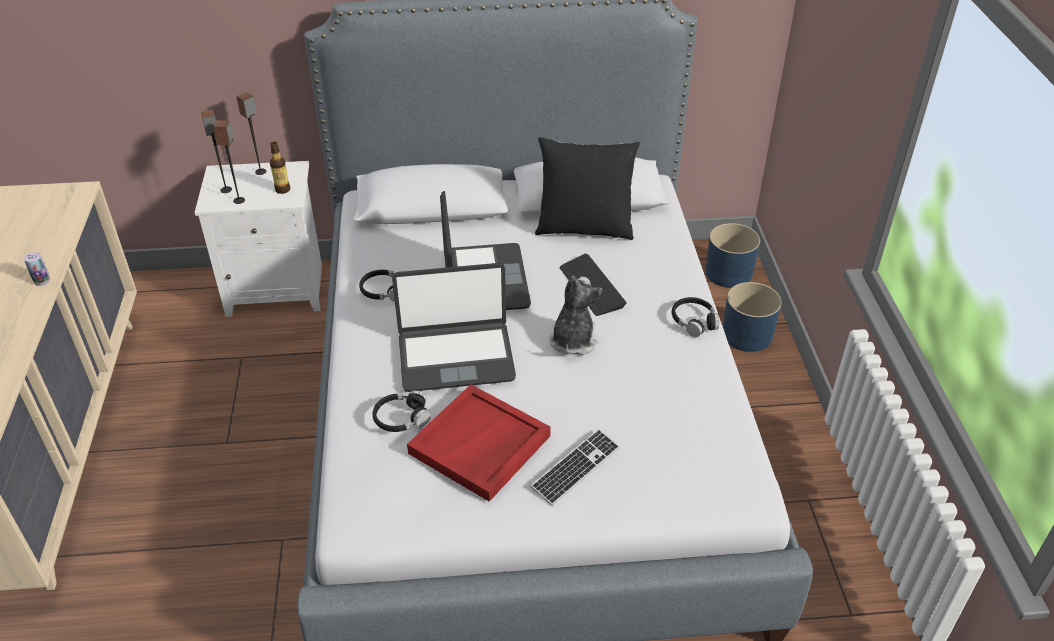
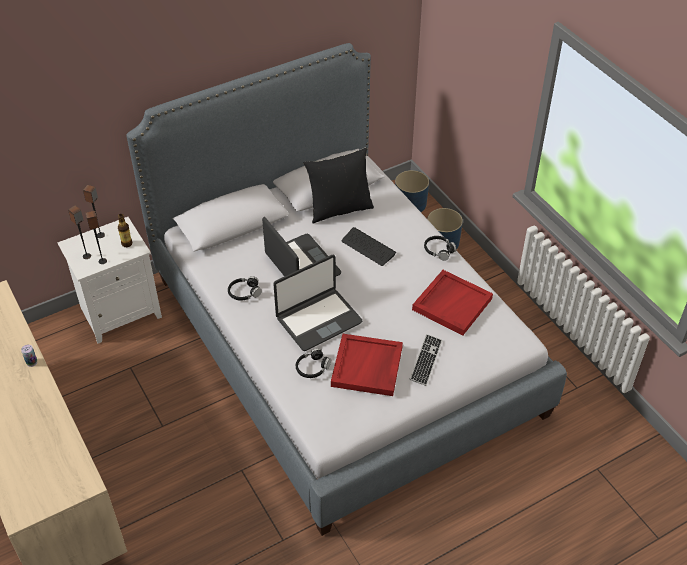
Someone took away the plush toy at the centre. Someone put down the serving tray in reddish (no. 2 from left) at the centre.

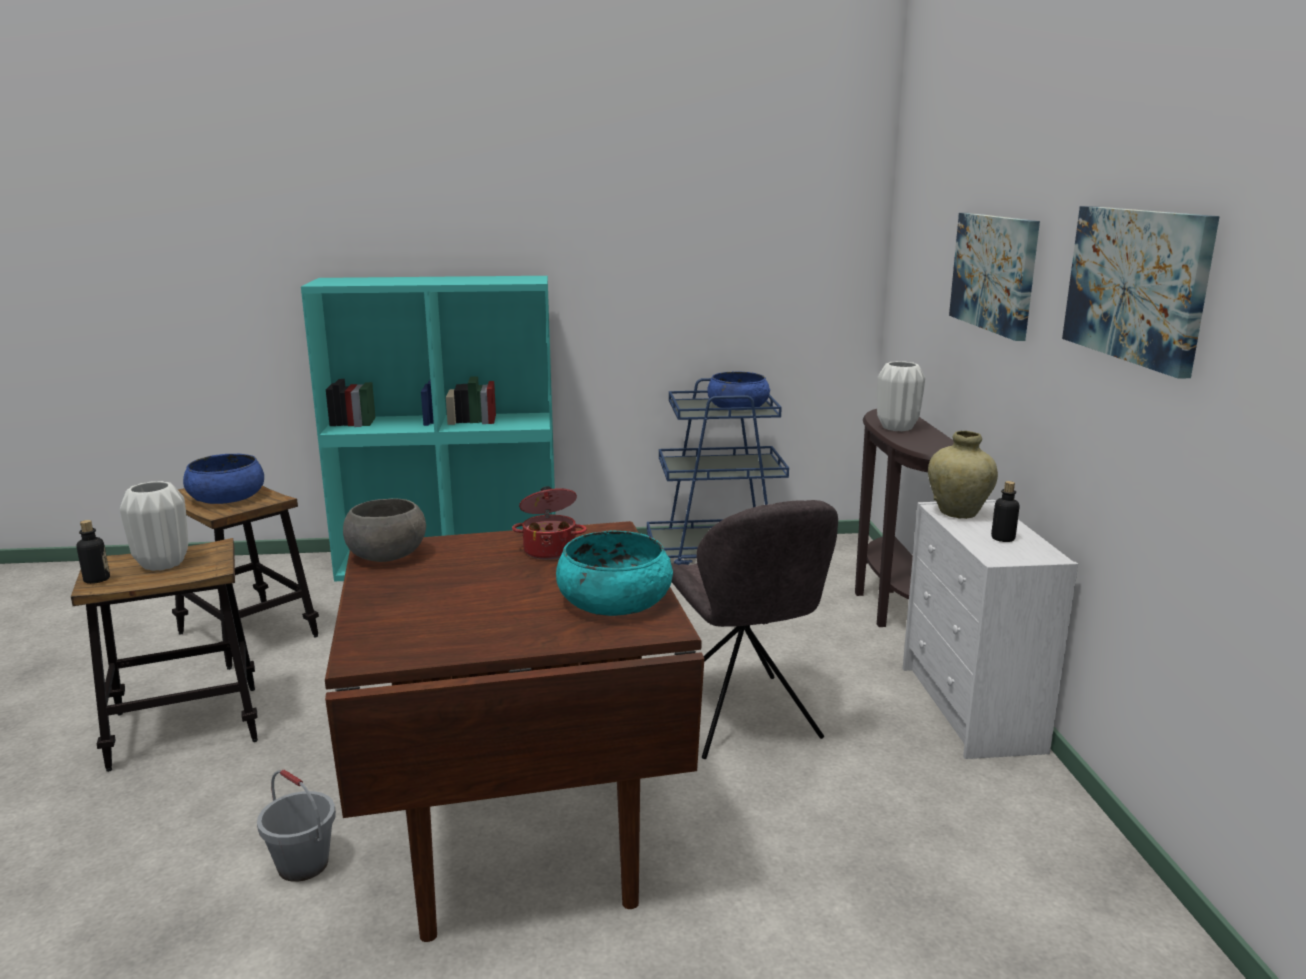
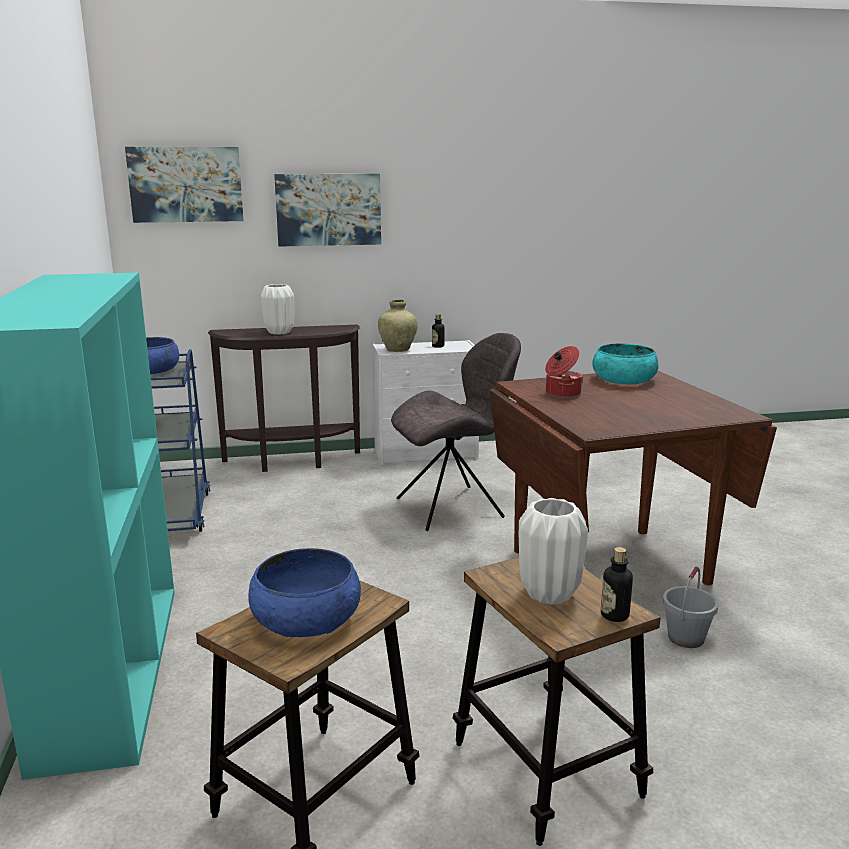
Someone took away the deep dish in greyish at the middle left. Someone carried the picture (no. 2 from left in the first image) from the top right to the top left.

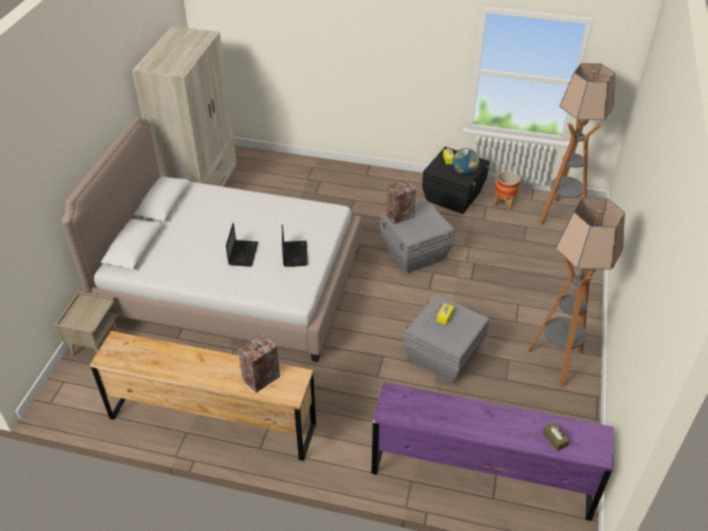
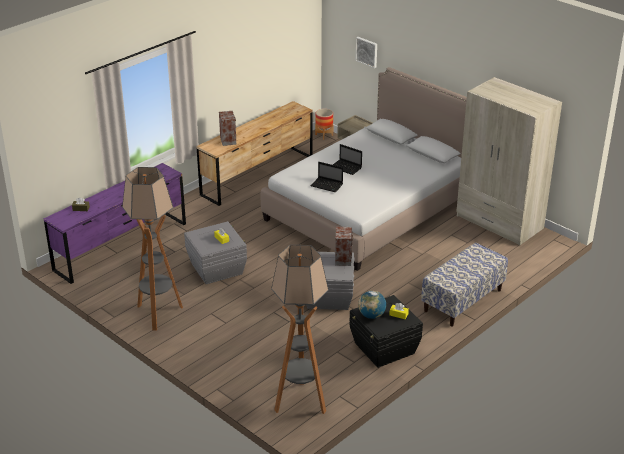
Someone put up the picture at the top centre. Someone put down the bench at the middle right. Someone carried the planter from the middle right to the top centre.

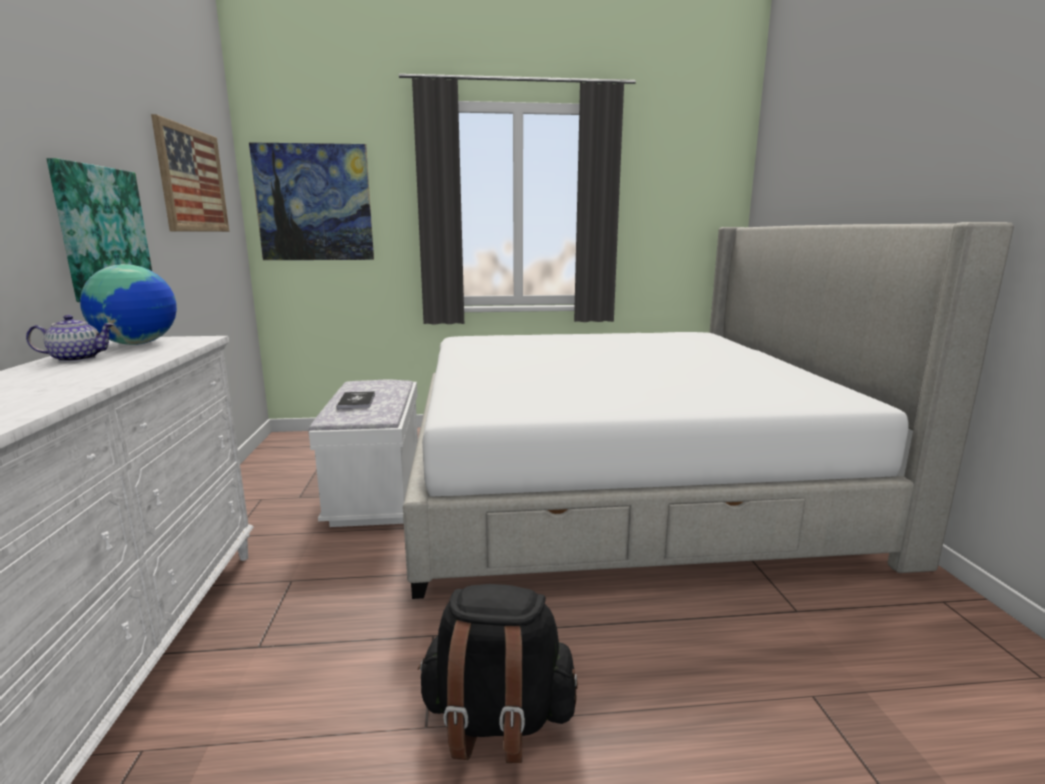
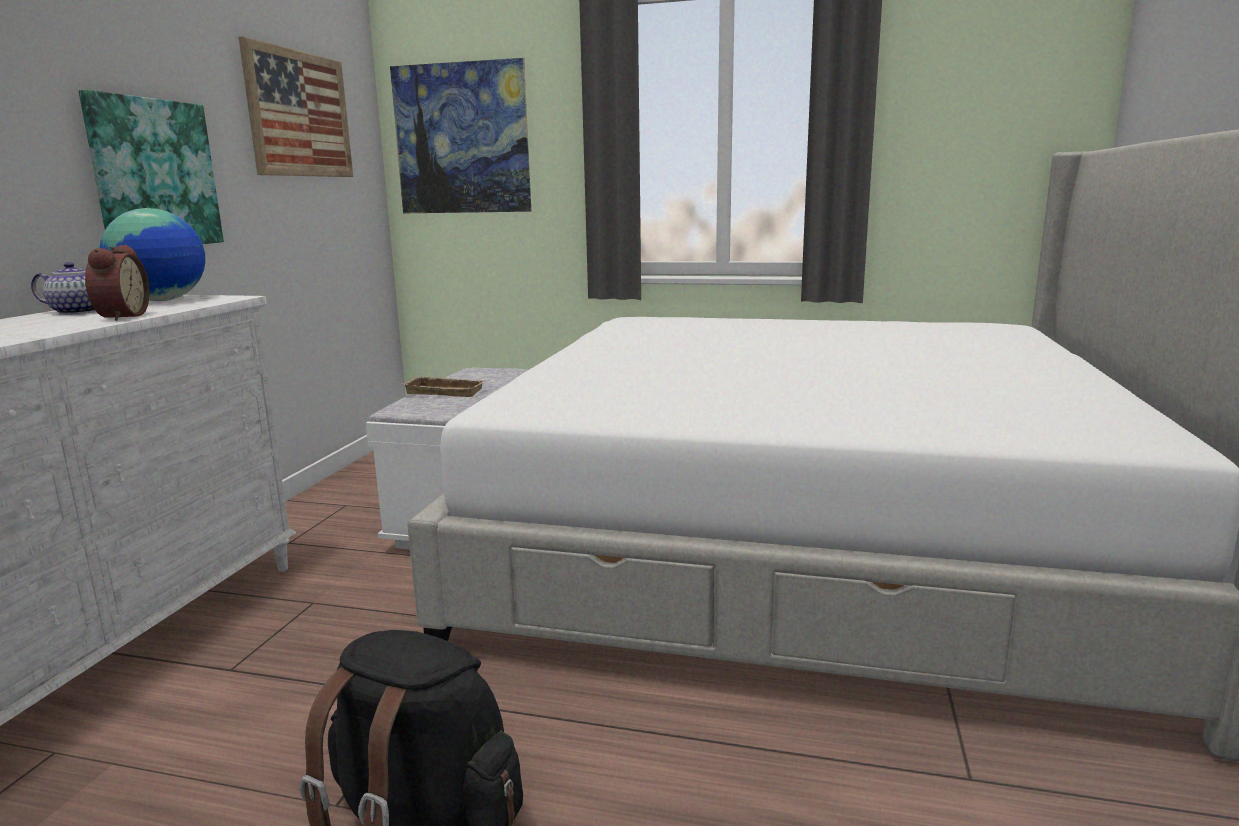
Someone put down the table clock at the middle left. Someone swapped the bound book at the centre for the serving tray in beige-coloured at the centre.

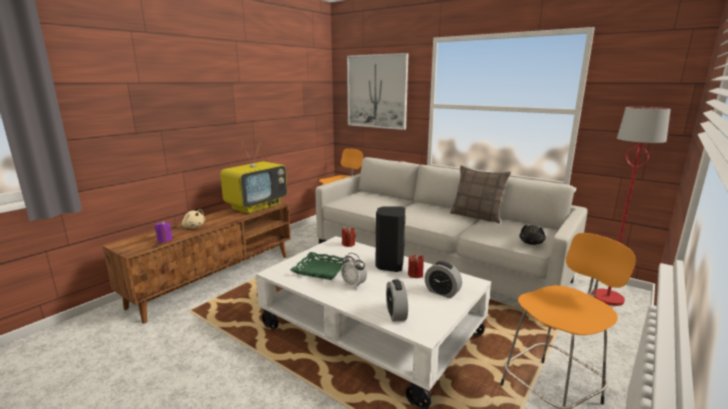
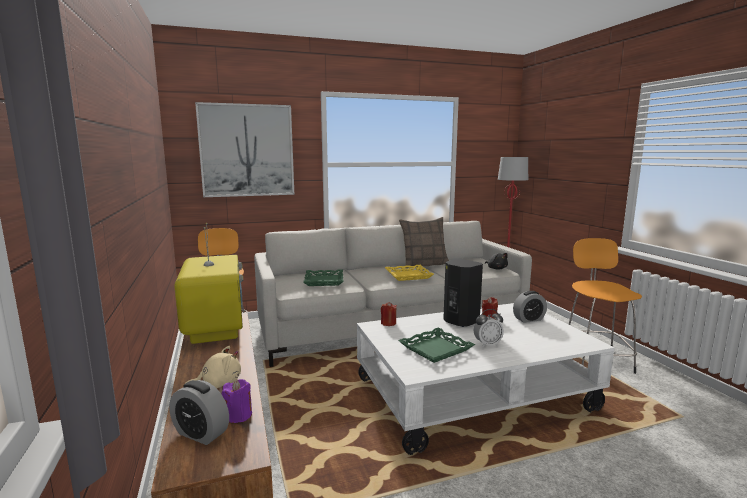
Someone put down the serving tray in green (no. 1 from left) at the centre. Someone put down the serving tray in yellow at the centre. Someone carried the table clock (no. 2 from left in the first image) from the bottom centre to the bottom left.

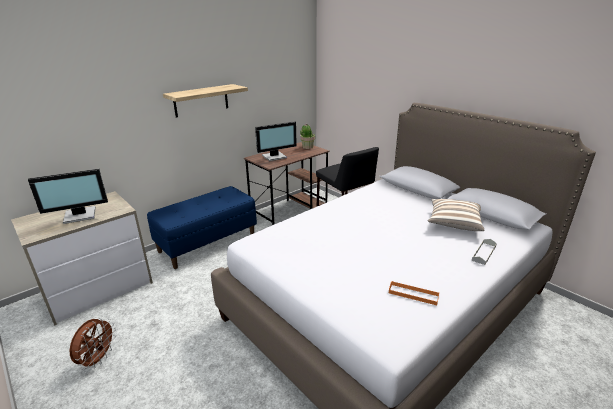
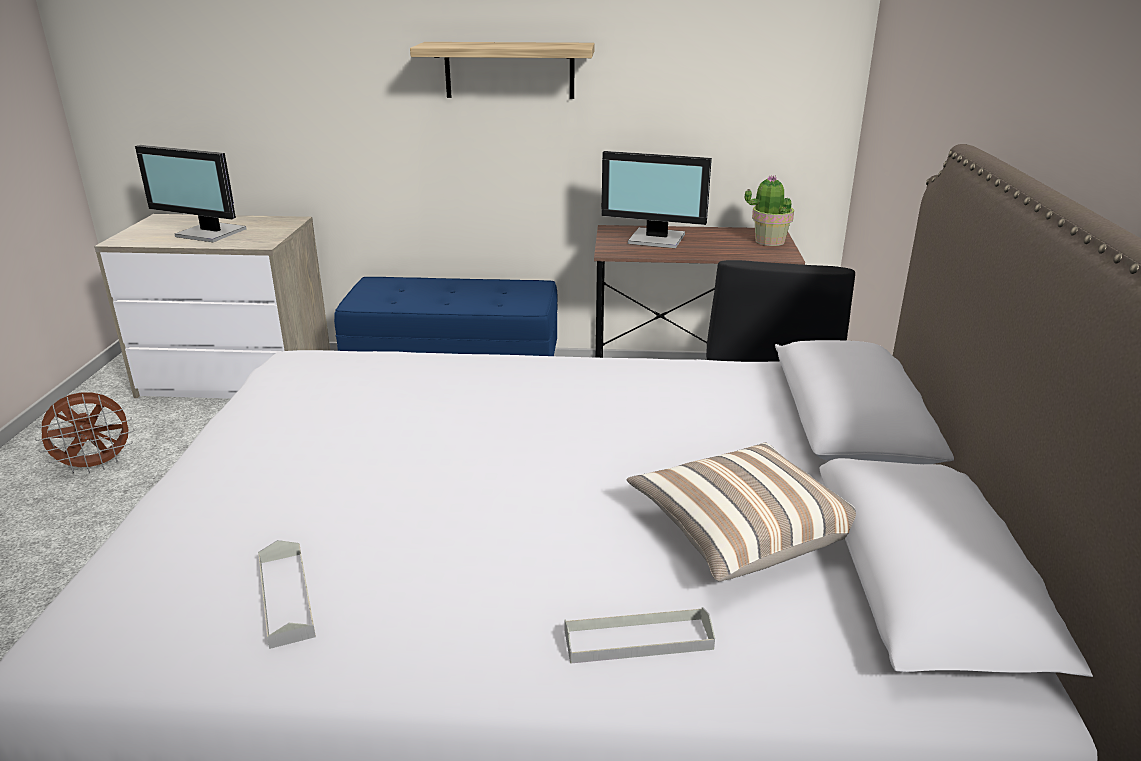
Someone repainted the serving tray in orange at the bottom right, which became the serving tray in greyish (no. 1 from left) at the bottom left.

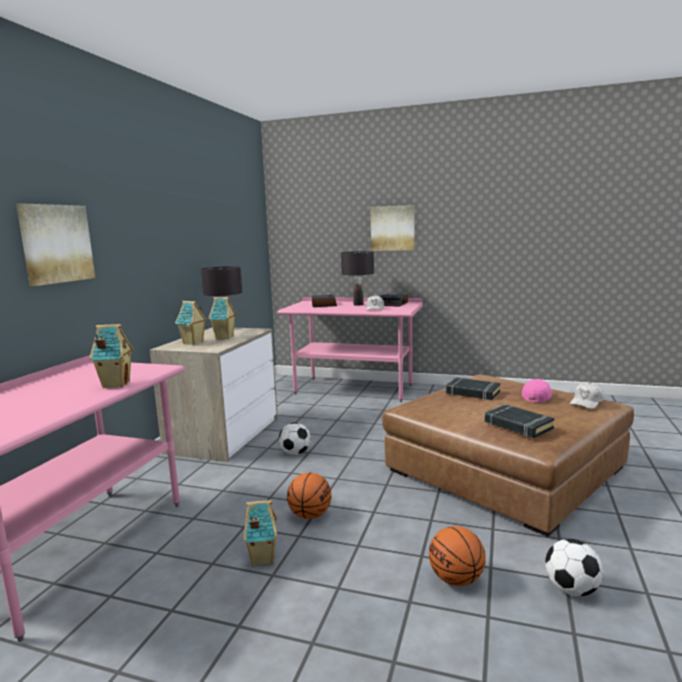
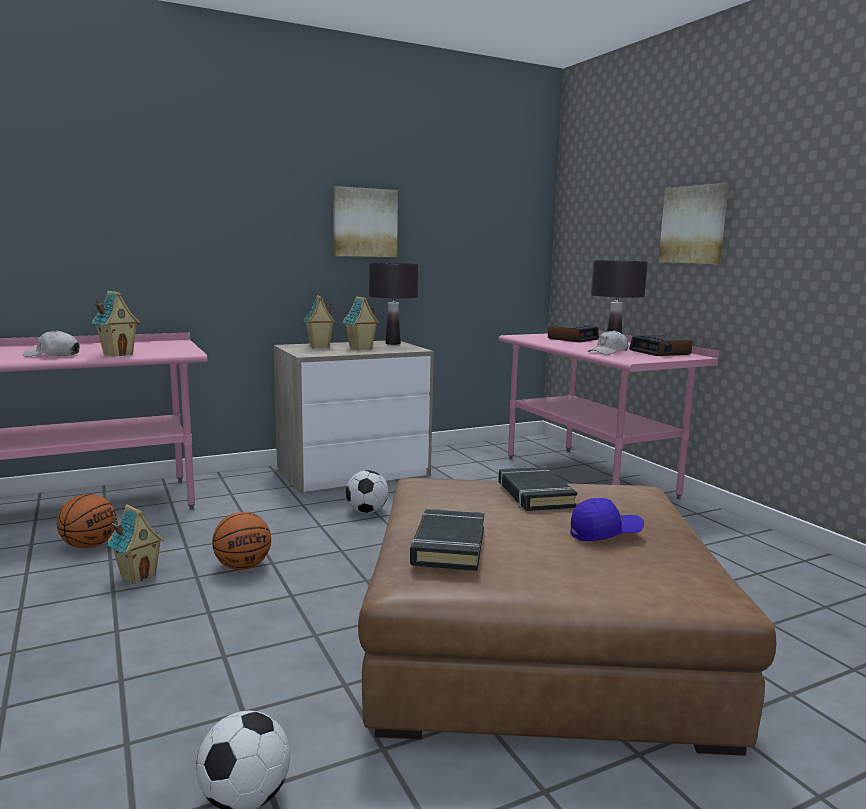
Someone carried the picture (no. 1 from left) from the middle left to the top centre. Someone carried the ball for basketball (no. 2 from left in the first image) from the bottom right to the middle left. Someone carried the peaked cap in white-coloured (no. 2 from left in the first image) from the middle right to the middle left. Someone repainted the peaked cap in pink-coloured at the middle right, which became the peaked cap in blue-coloured at the middle right.

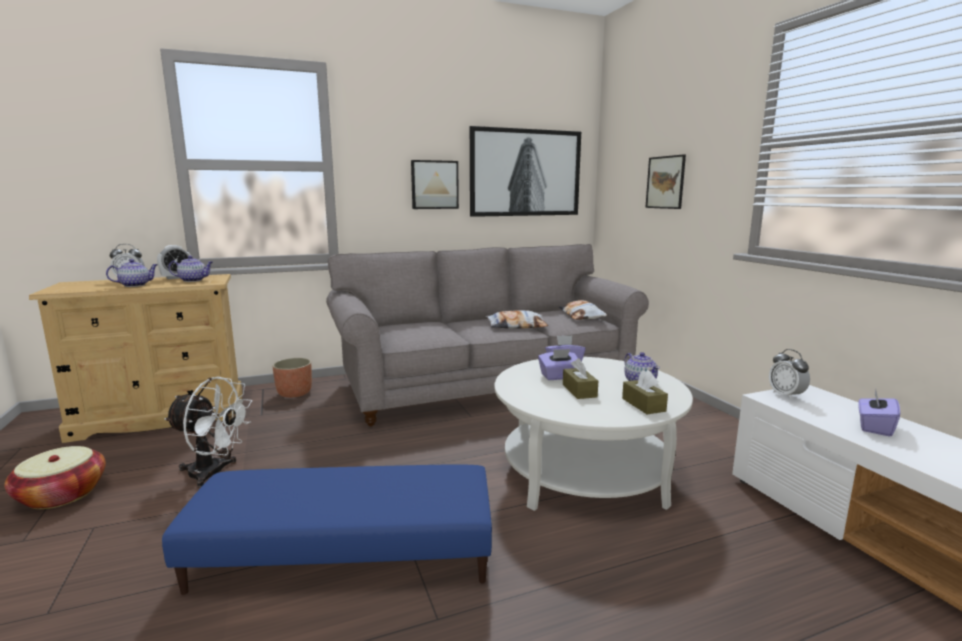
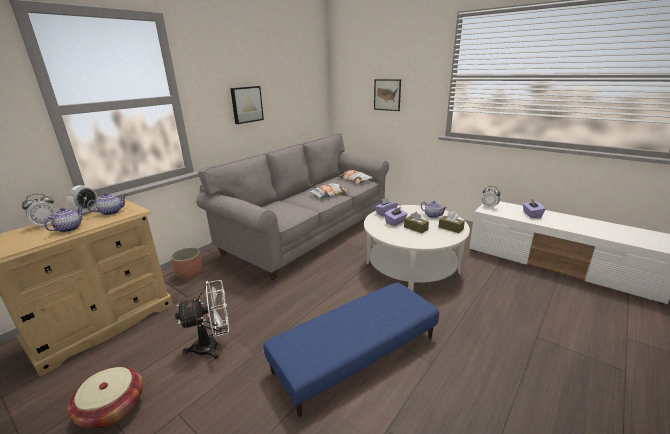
Someone took away the picture (no. 2 from left) at the top centre.

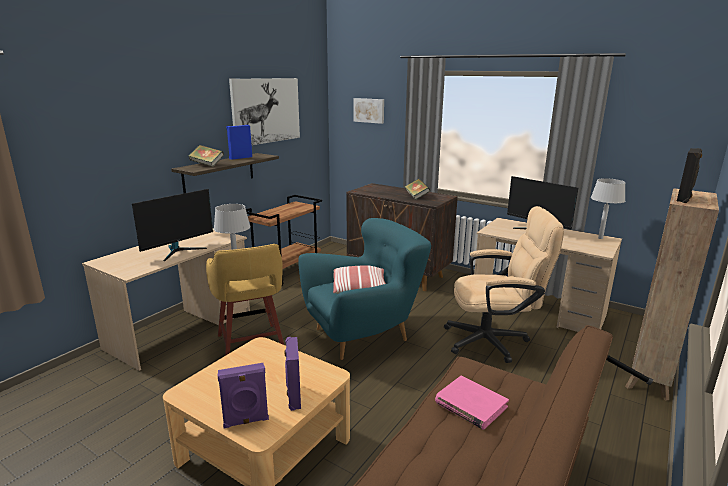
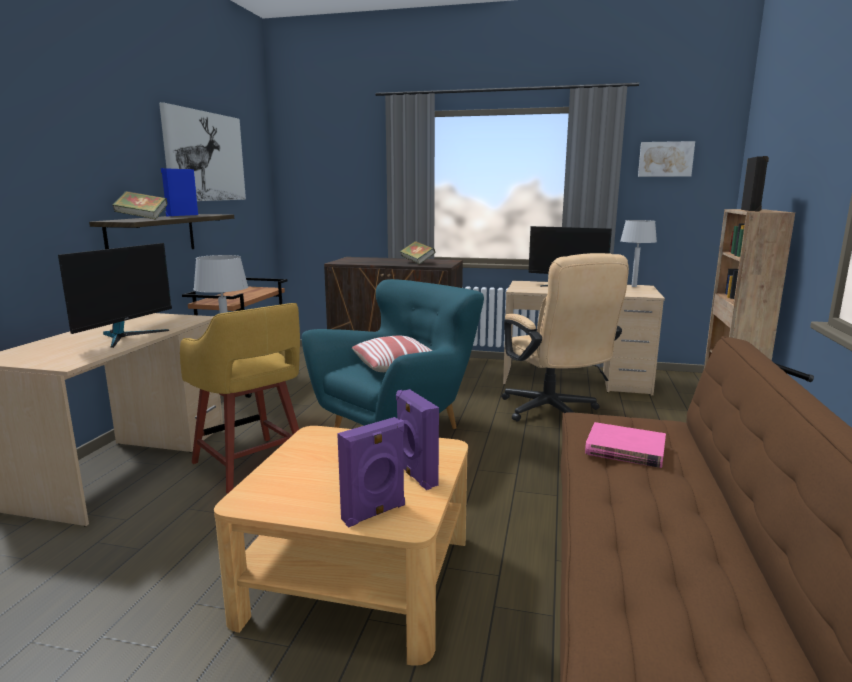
Someone carried the picture (no. 2 from left) from the top centre to the top right. Someone rotated the computer chair in beige-coloured at the middle right by 90 degrees clockwise.

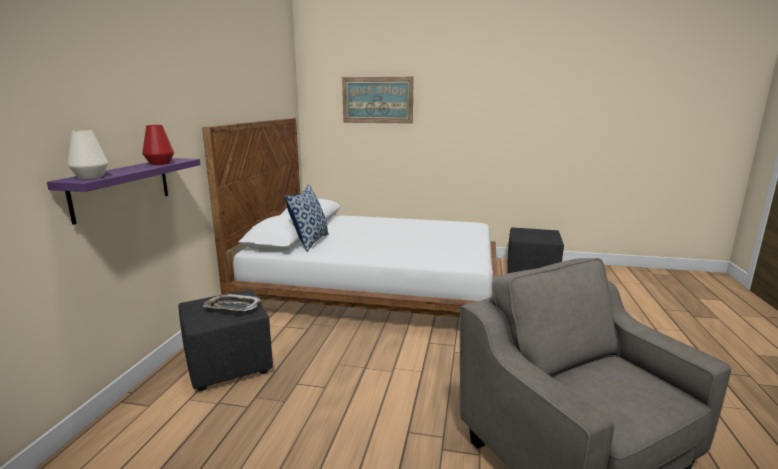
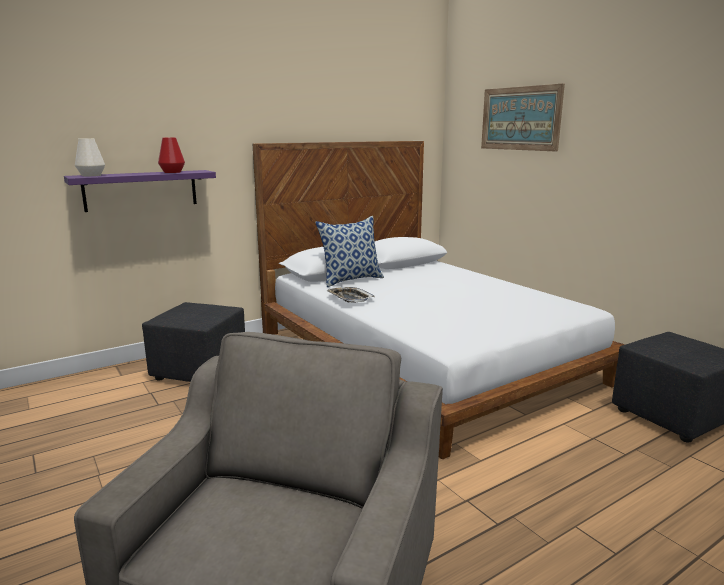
Someone carried the serving tray from the middle left to the centre.

